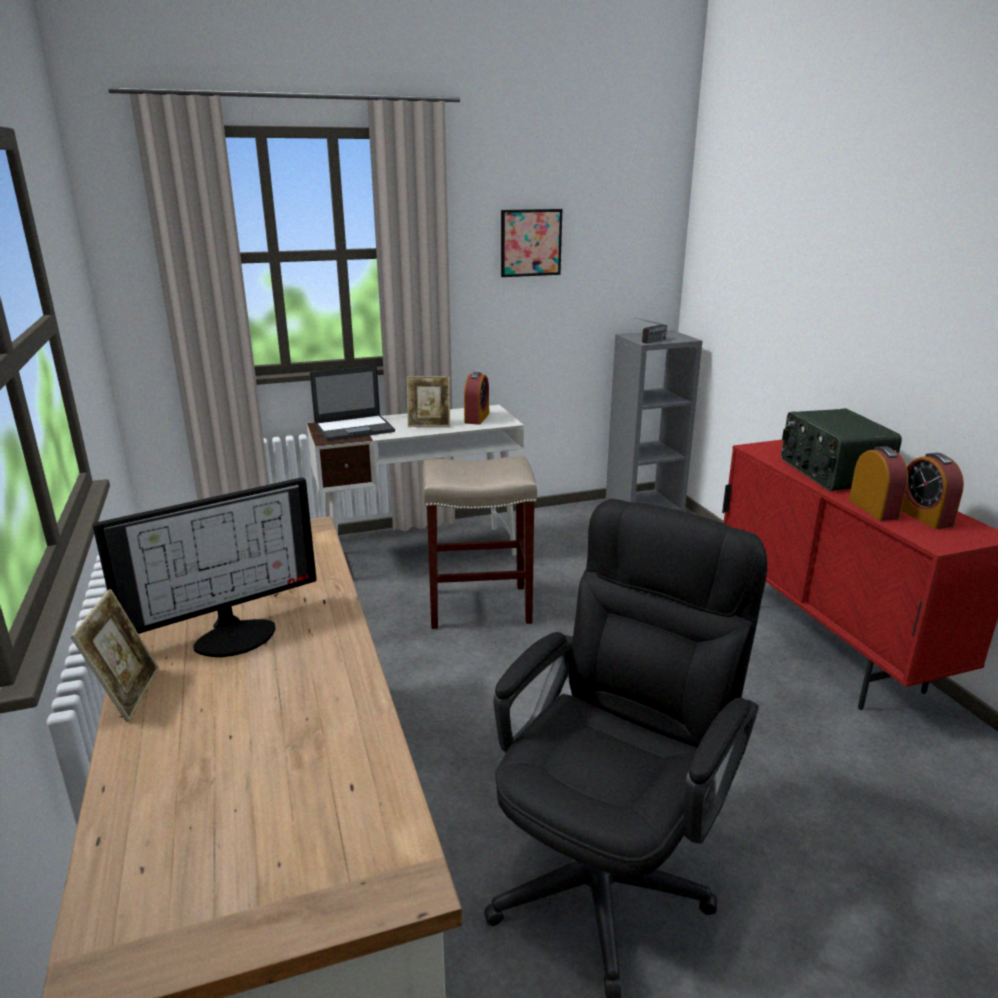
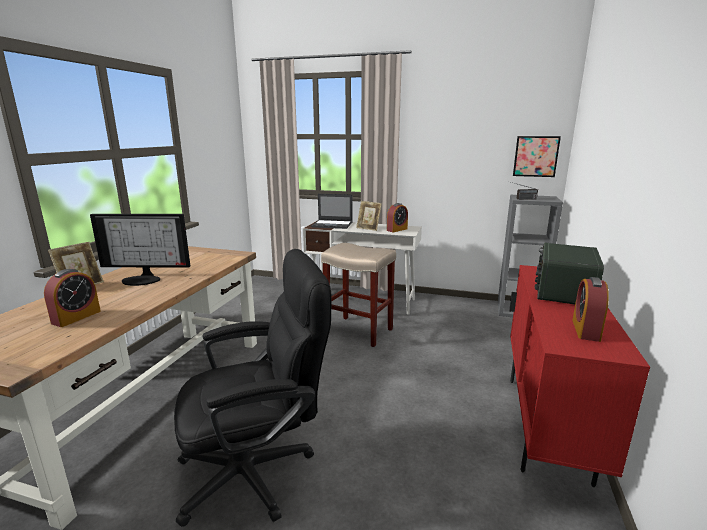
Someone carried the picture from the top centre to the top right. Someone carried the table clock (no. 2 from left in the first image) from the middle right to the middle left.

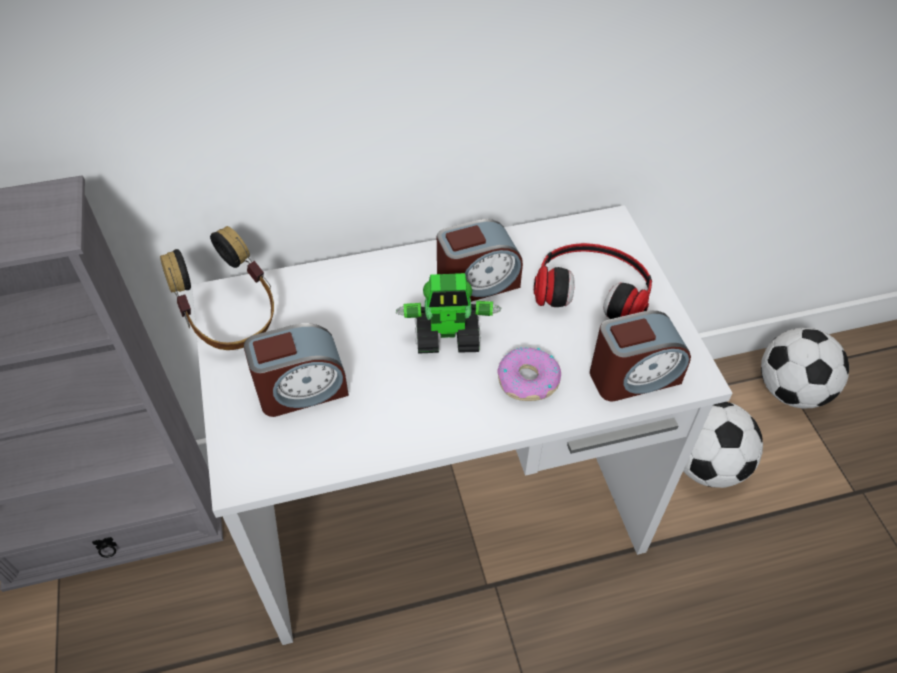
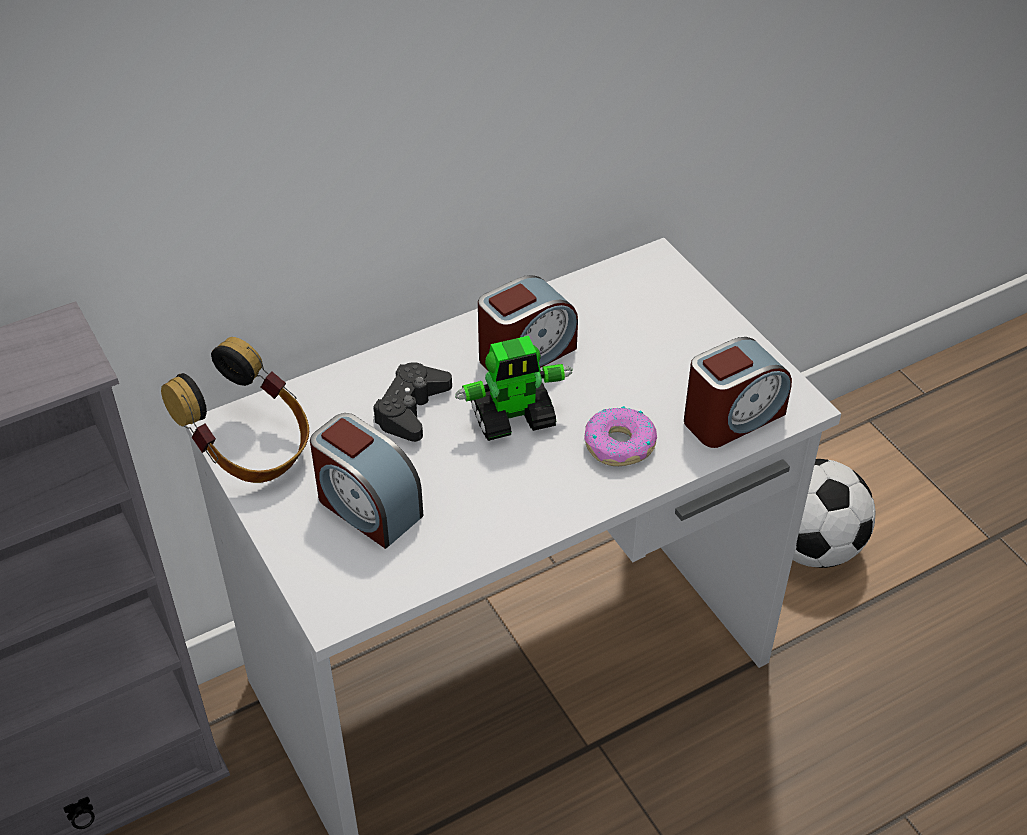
Someone took away the headphones (no. 2 from left) at the centre. Someone took away the ball for football (no. 2 from left) at the middle right. Someone put down the gamepad in black-coloured at the centre. Someone rotated the table clock (no. 1 from left) at the middle left by 75 degrees clockwise.

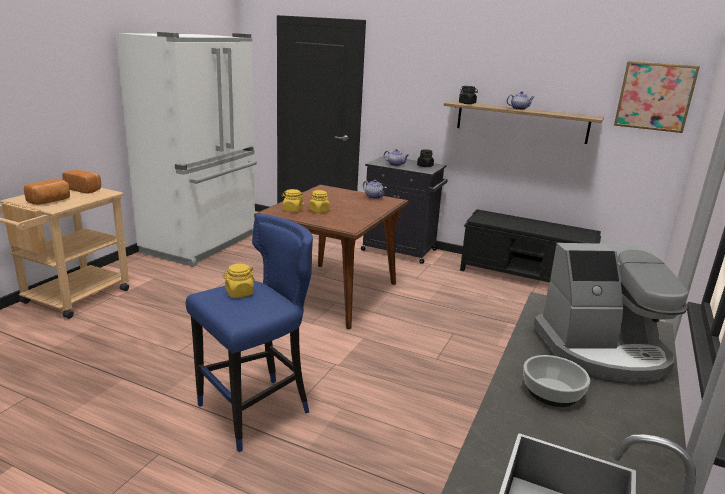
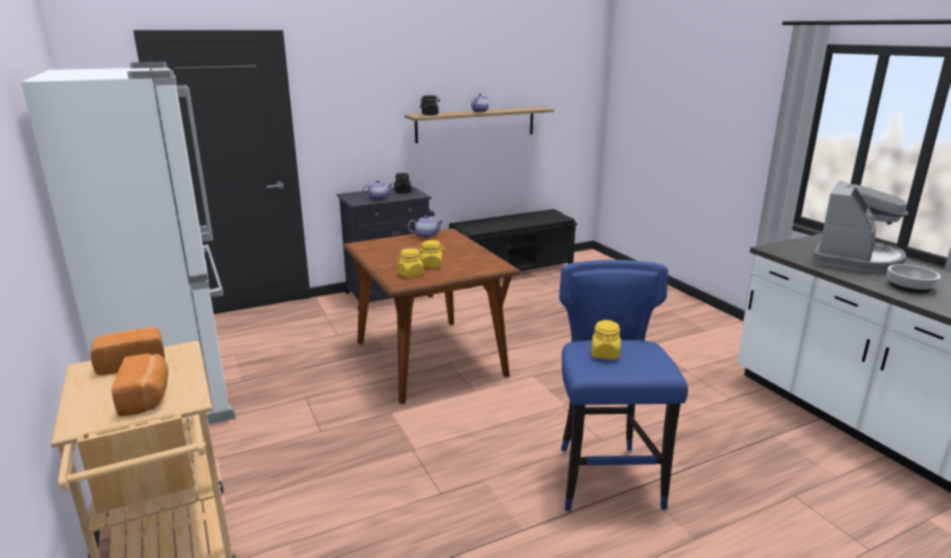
Someone took away the picture at the top right.

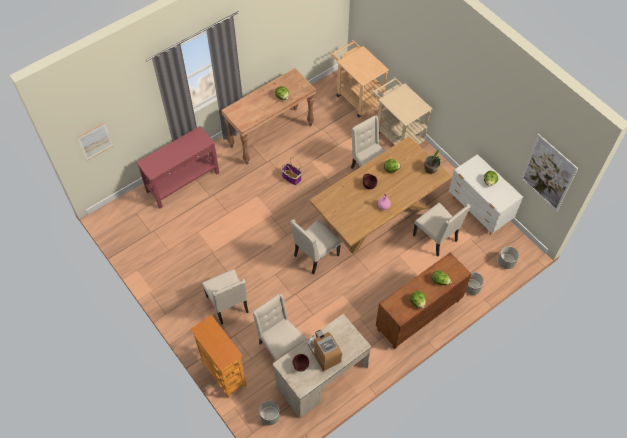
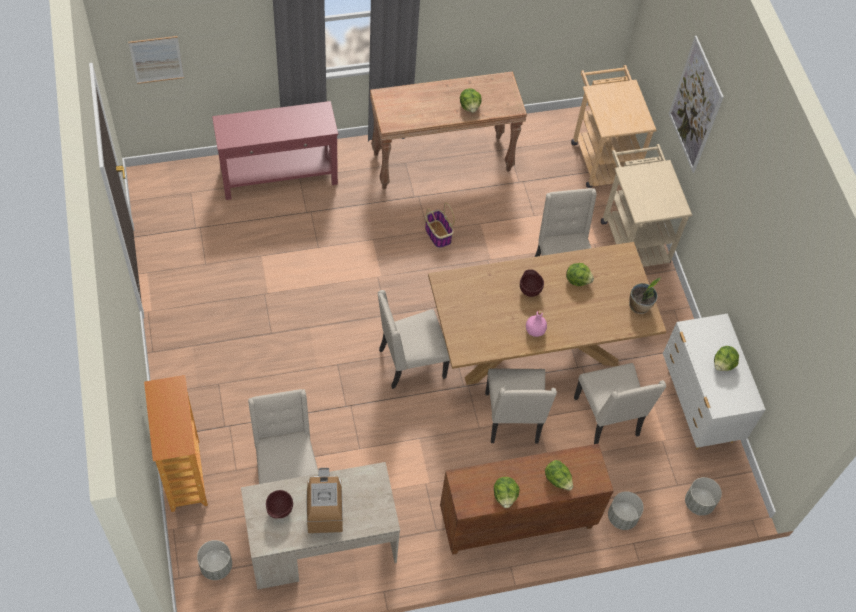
Someone carried the plain chair in beige-coloured (no. 1 from left in the first image) from the bottom centre to the centre. Someone carried the picture (no. 2 from left) from the middle right to the top right.

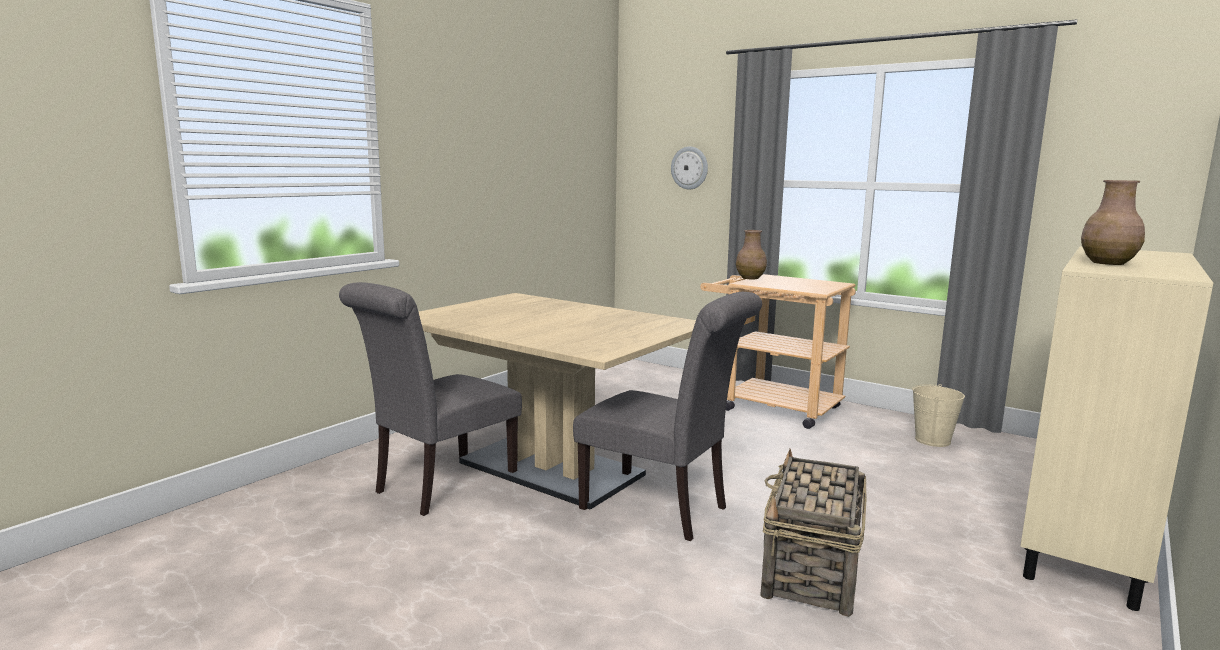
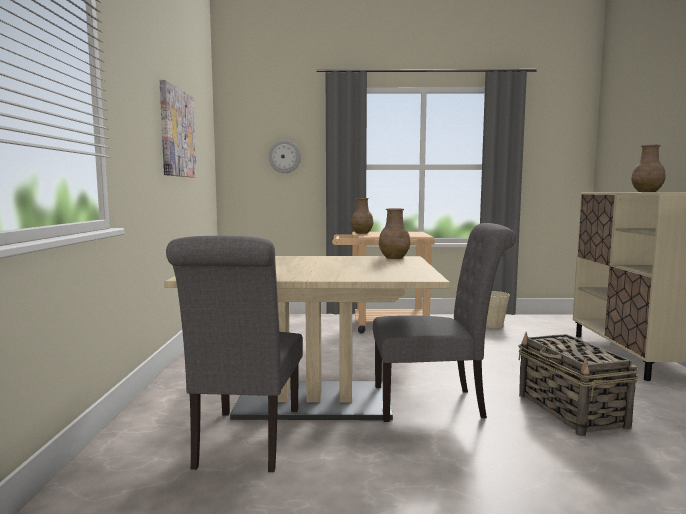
Someone put up the picture at the top left. Someone put down the flower vase in brown (no. 2 from left) at the centre.

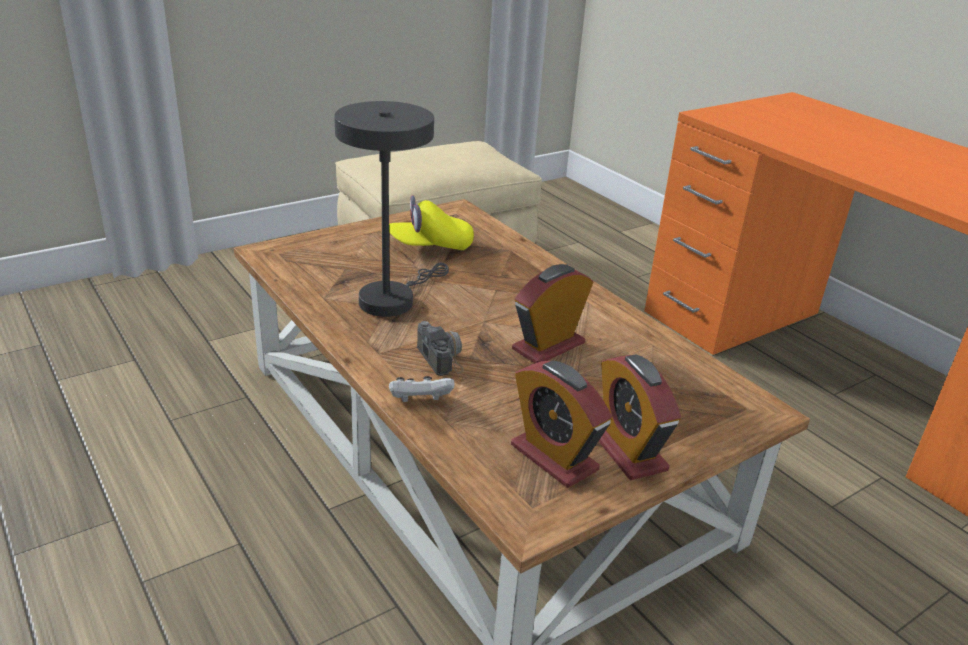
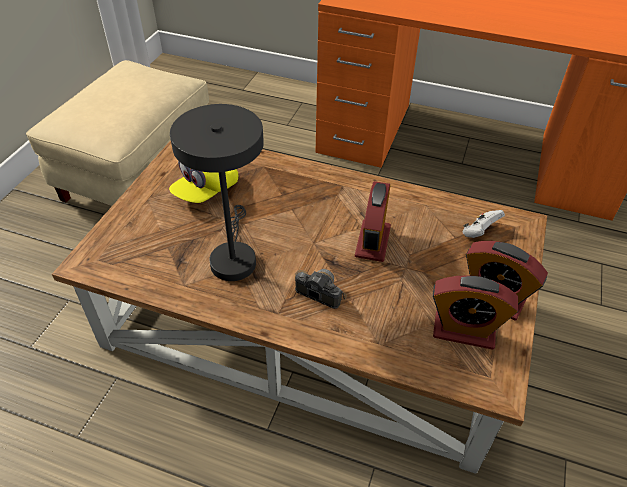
Someone carried the gamepad in white-coloured from the centre to the middle right.

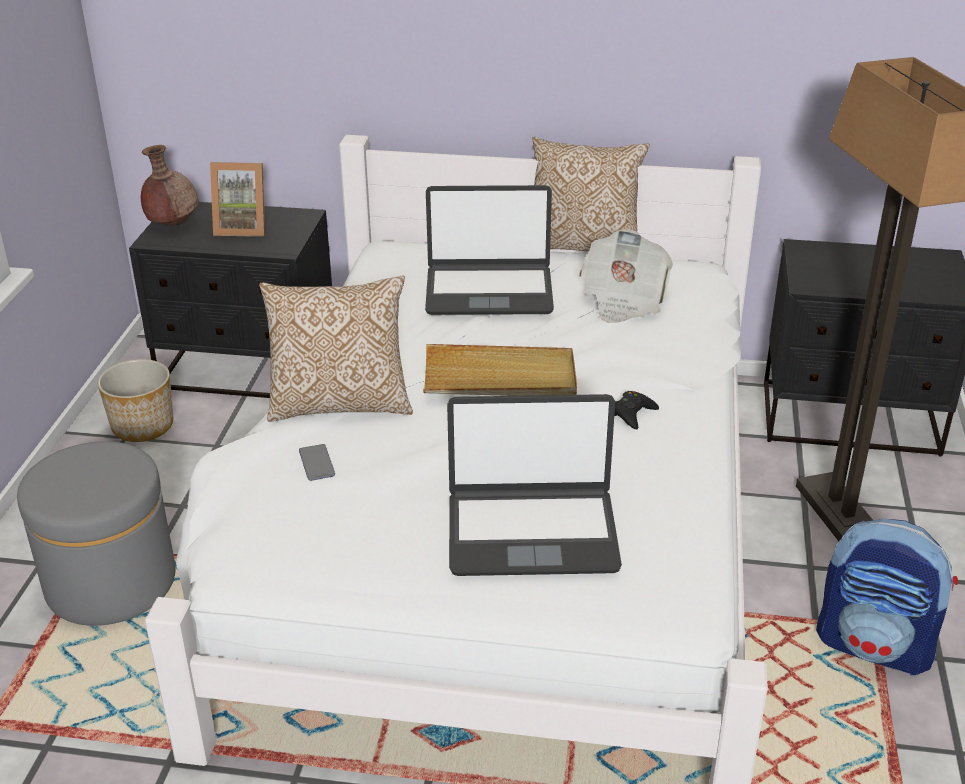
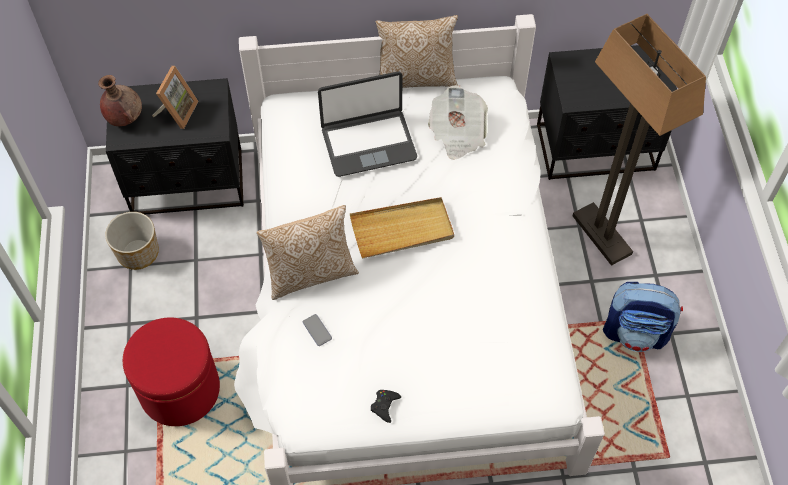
Someone took away the laptop (no. 2 from left) at the centre. Someone carried the gamepad in black-coloured from the centre to the bottom centre. Someone repainted the pouffe in greyish at the bottom left, which became the pouffe in reddish at the bottom left. Someone rotated the standing frame at the top left by 60 degrees counterclockwise.

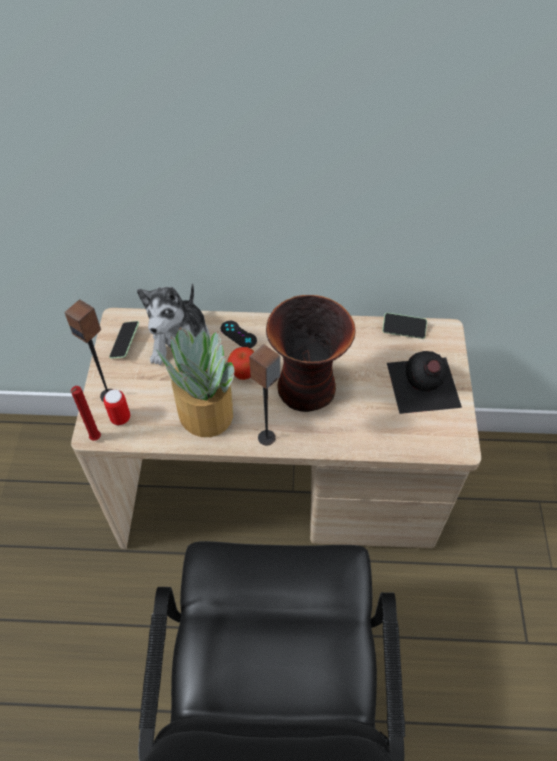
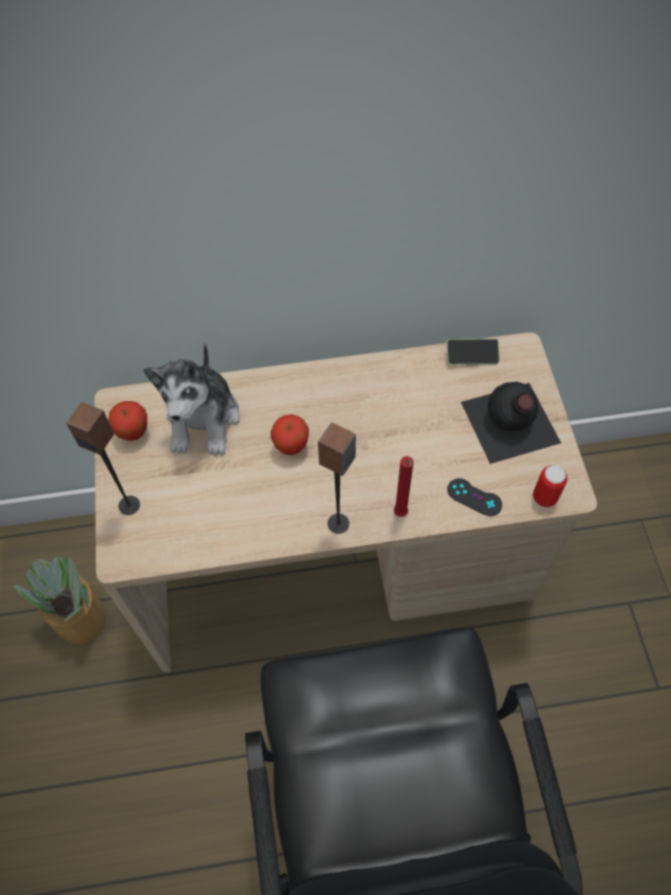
Someone took away the flower vase at the centre. Someone carried the wax candle in reddish from the middle left to the centre. Someone carried the metal can from the middle left to the middle right. Someone carried the houseplant from the centre to the bottom left. Someone carried the gamepad in black-coloured from the centre to the middle right. Someone swapped the telephone (no. 1 from left) at the middle left for the whole apple (no. 1 from left) at the middle left.

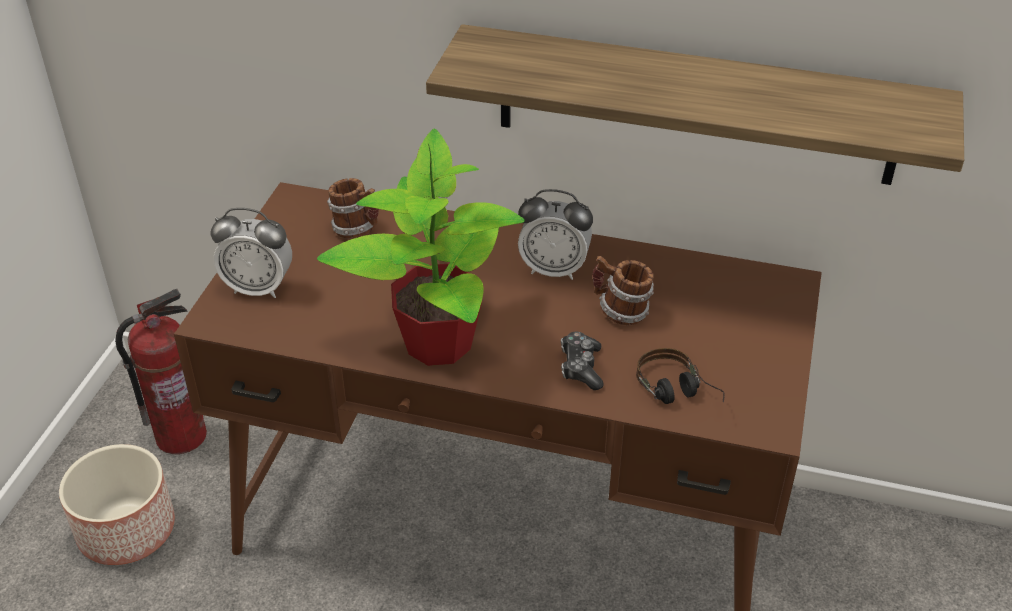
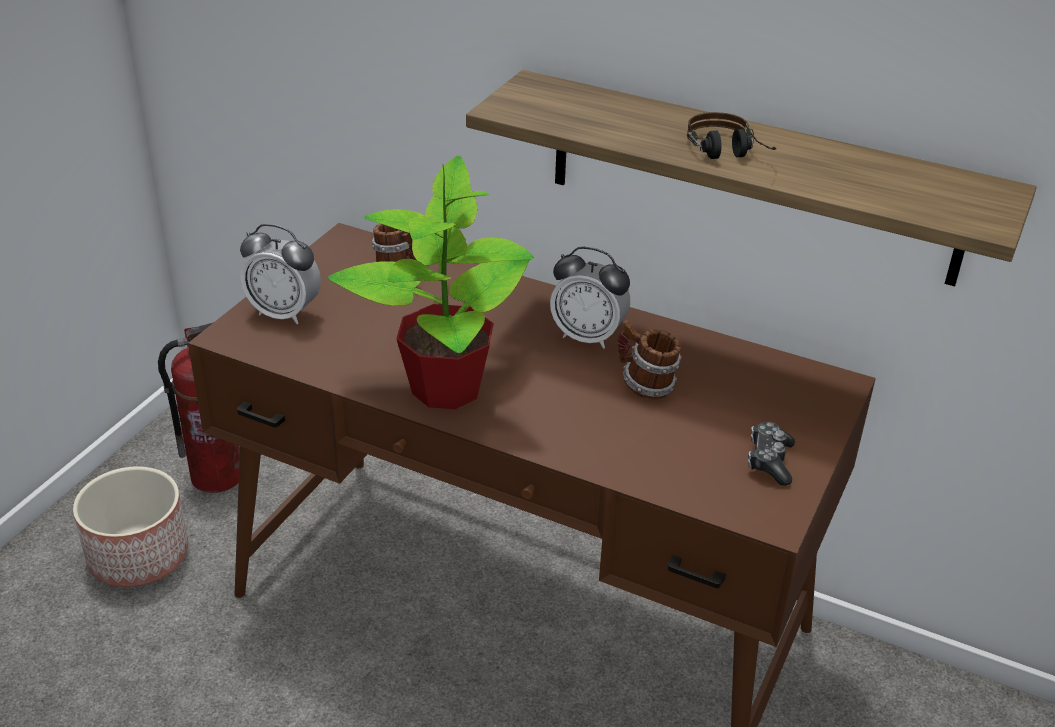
Someone carried the gamepad from the centre to the middle right. Someone carried the headphones from the middle right to the top right.

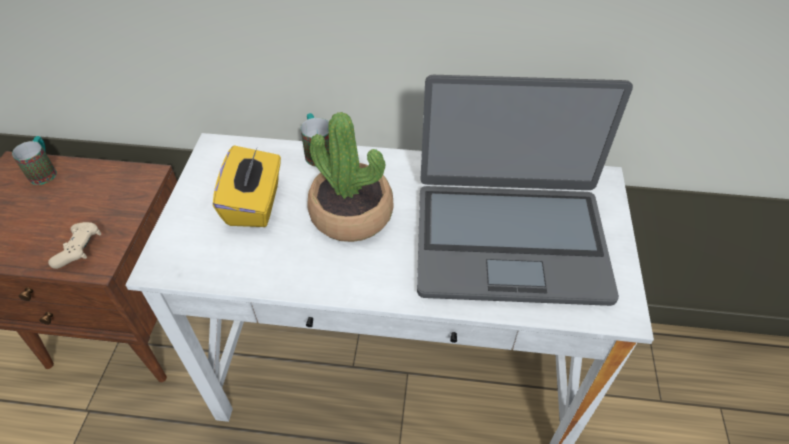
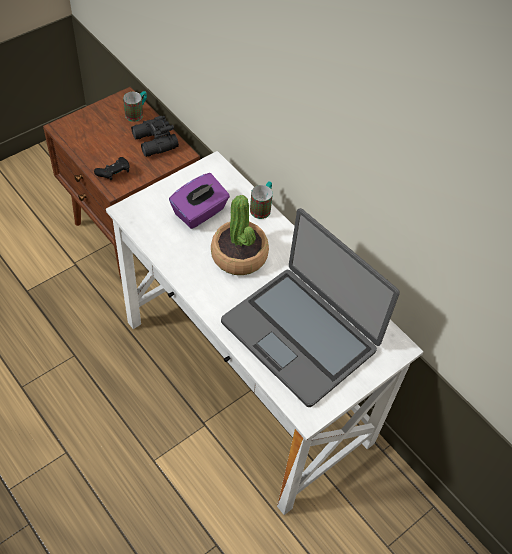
Someone put down the field glasses in black-coloured at the top left. Someone repainted the gamepad in beige-coloured at the middle left, which became the gamepad in black-coloured at the top left. Someone repainted the tissue box in yellow at the middle left, which became the tissue box in purple at the centre.

